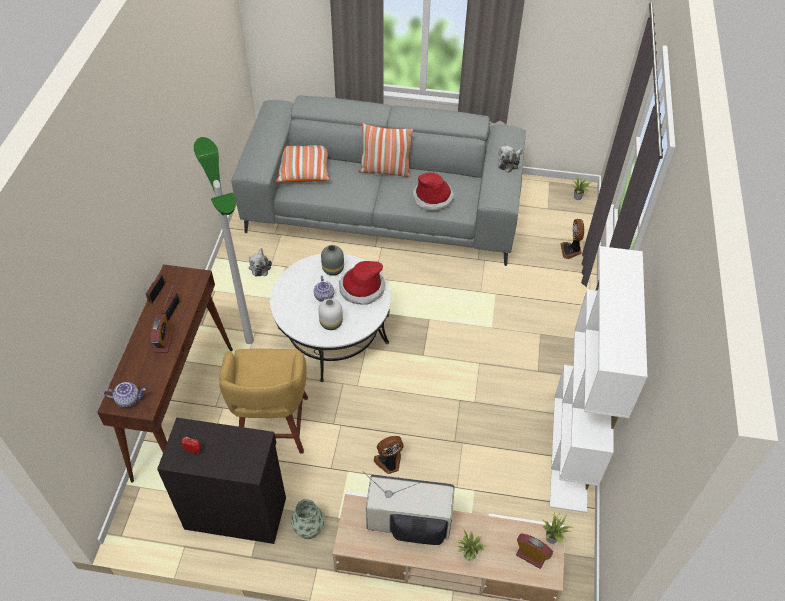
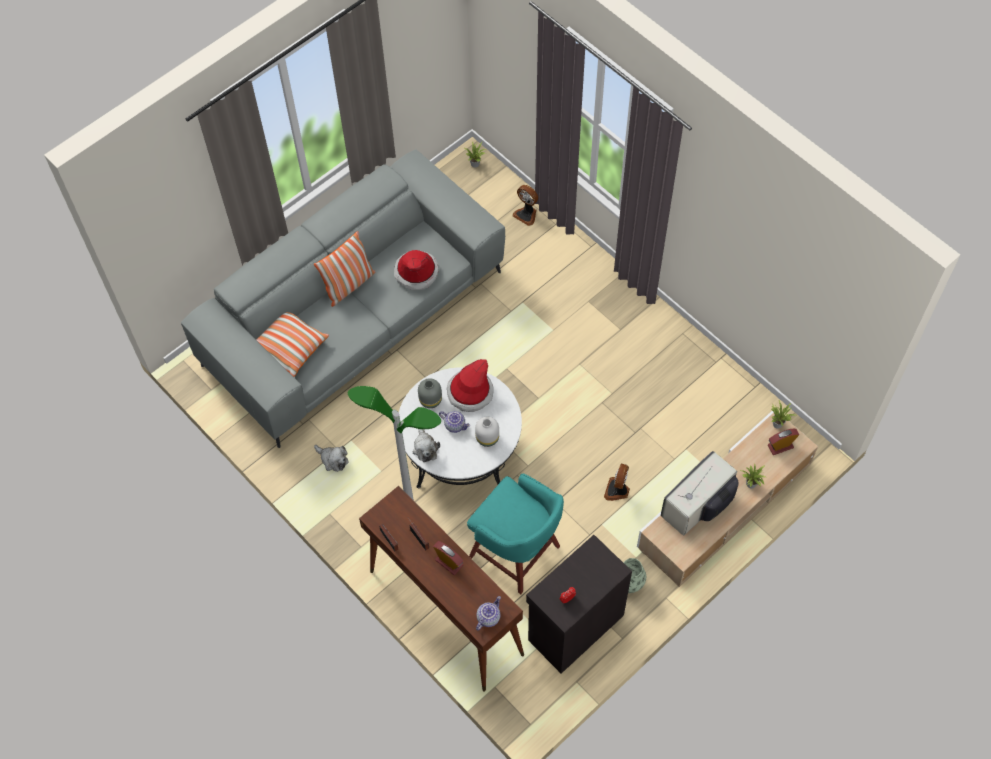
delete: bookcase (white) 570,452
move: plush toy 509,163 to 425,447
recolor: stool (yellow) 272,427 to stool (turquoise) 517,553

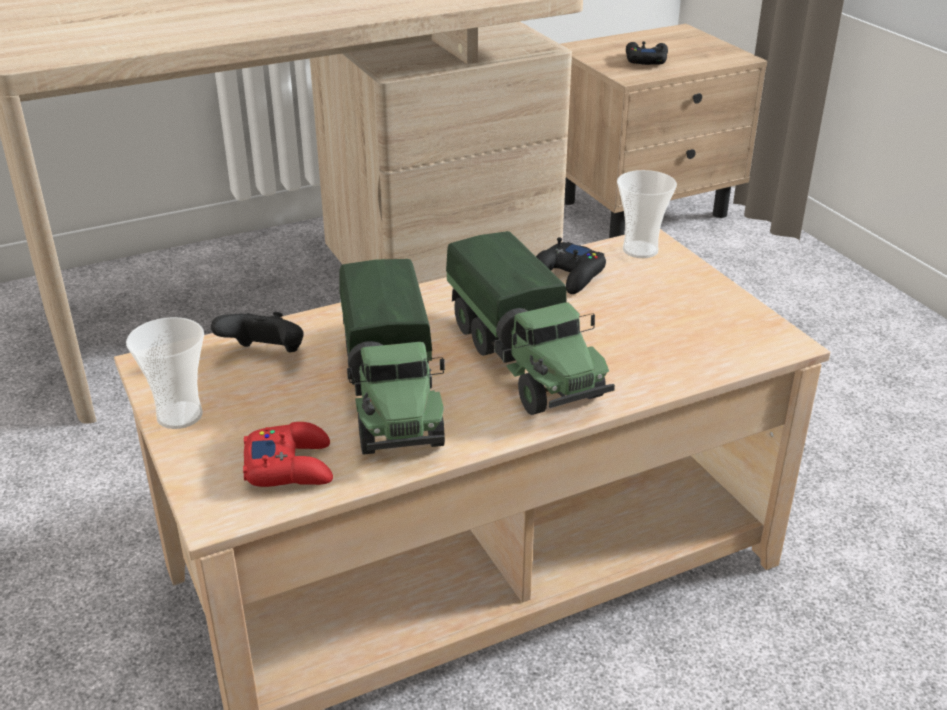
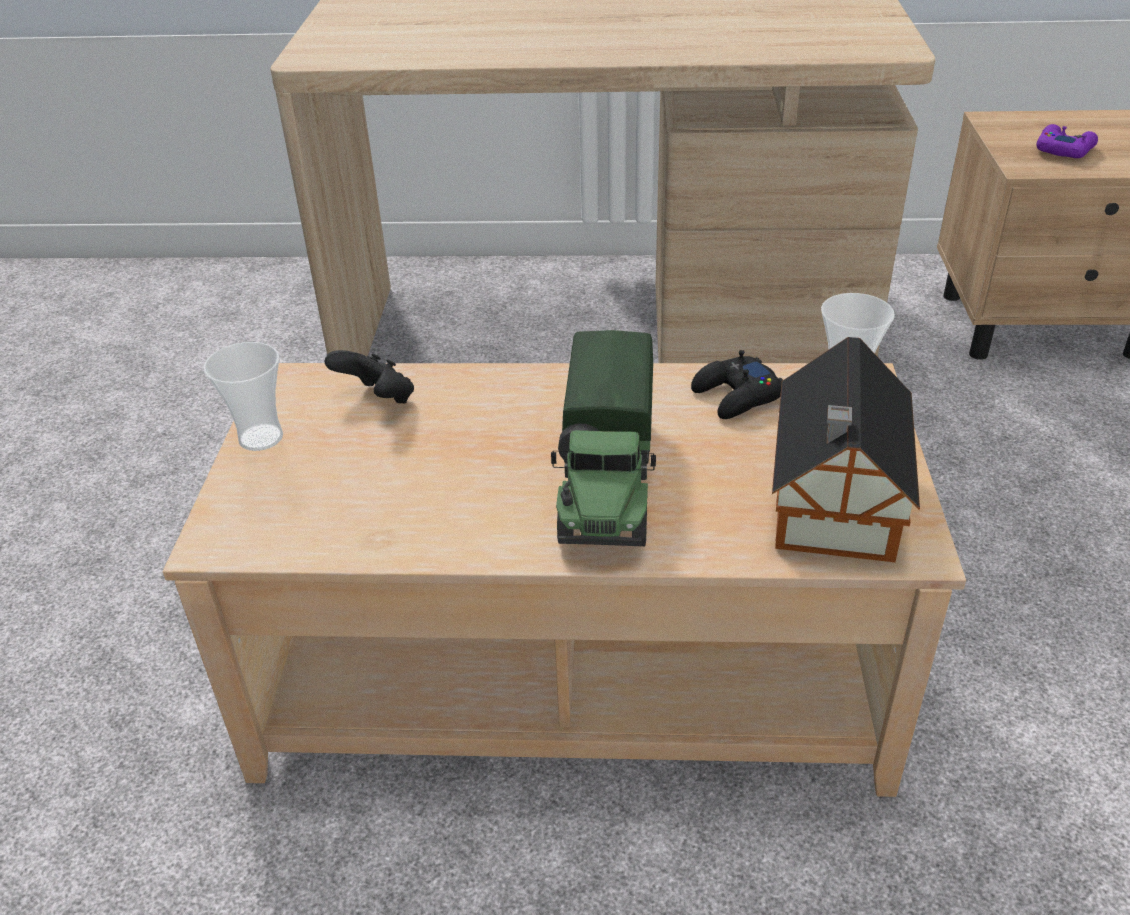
delete: toy truck 392,397; game controller (red) 290,466
insert: toy house 833,503
recolor: game controller (black) 645,60 to game controller (purple) 1063,149

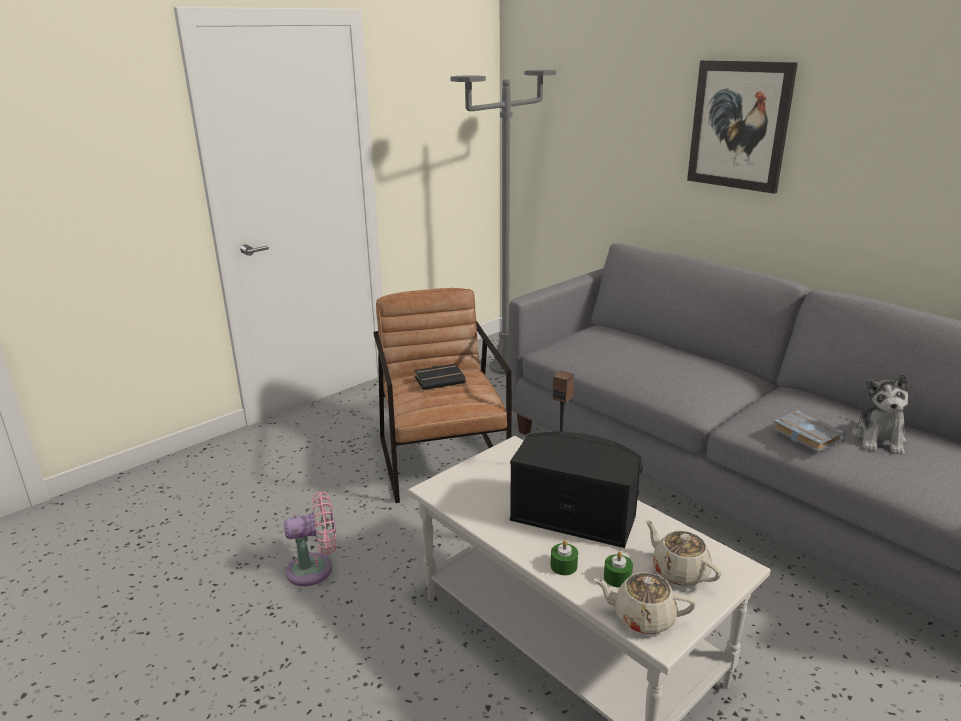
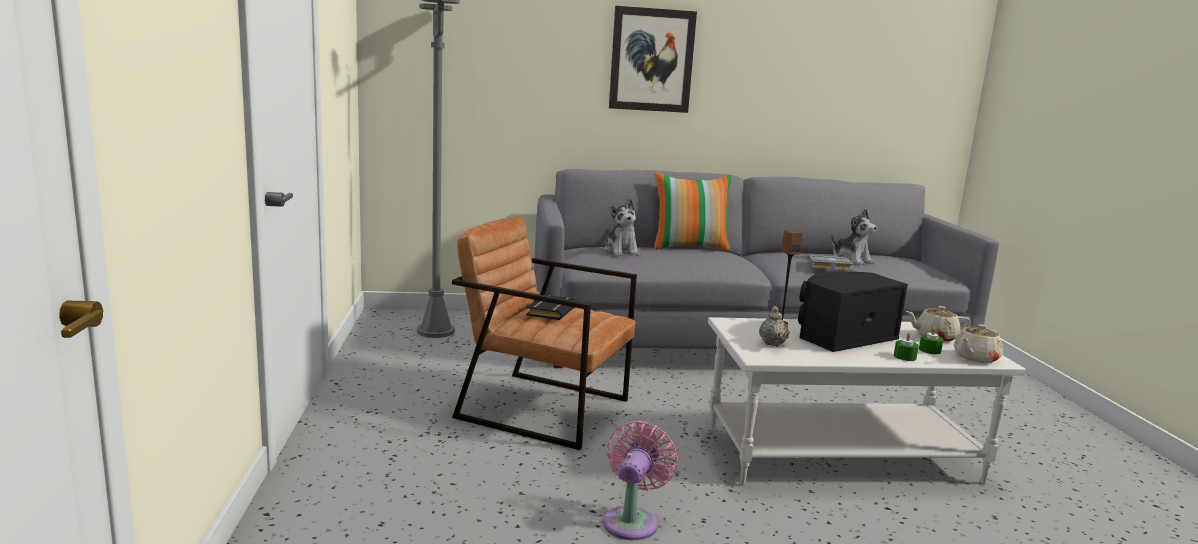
insert: pillow 690,247; plush toy 621,251; teapot (beige) 772,343

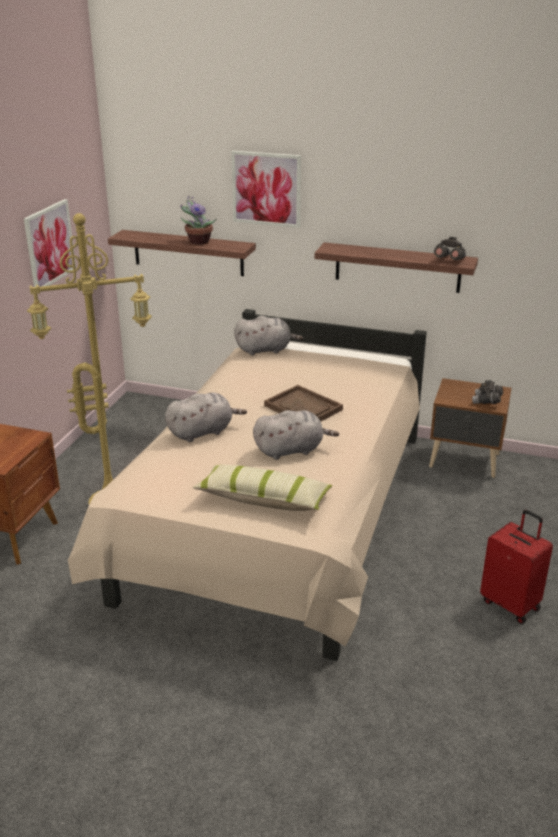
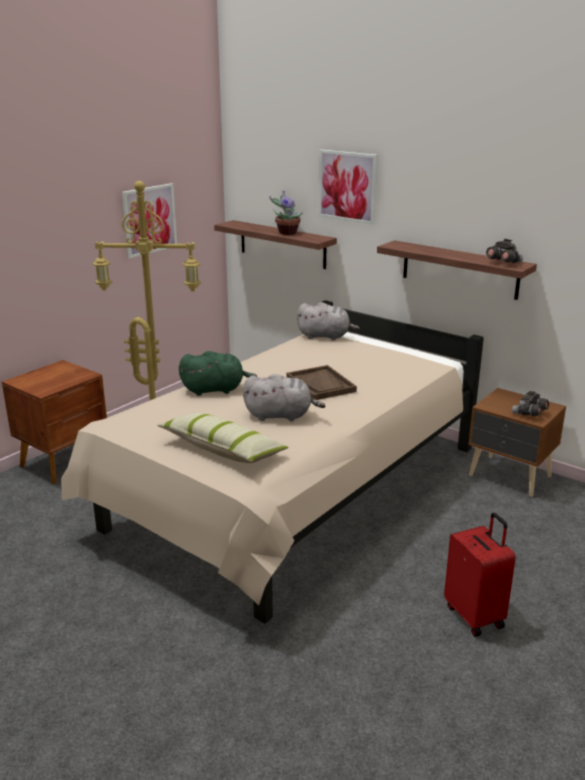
recolor: plush toy (grey) 202,432 to plush toy (green) 215,389

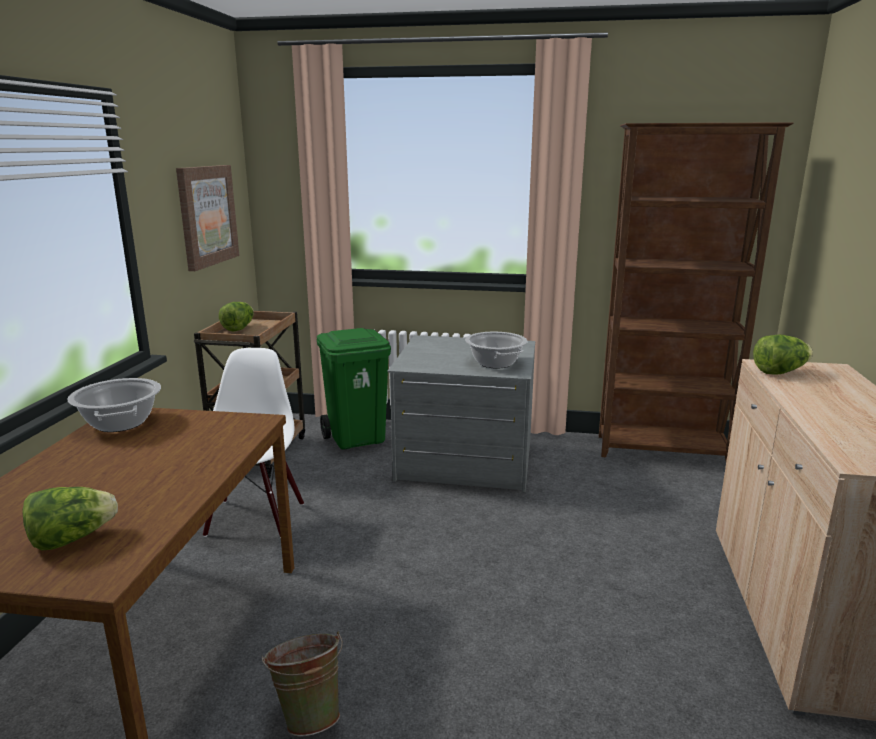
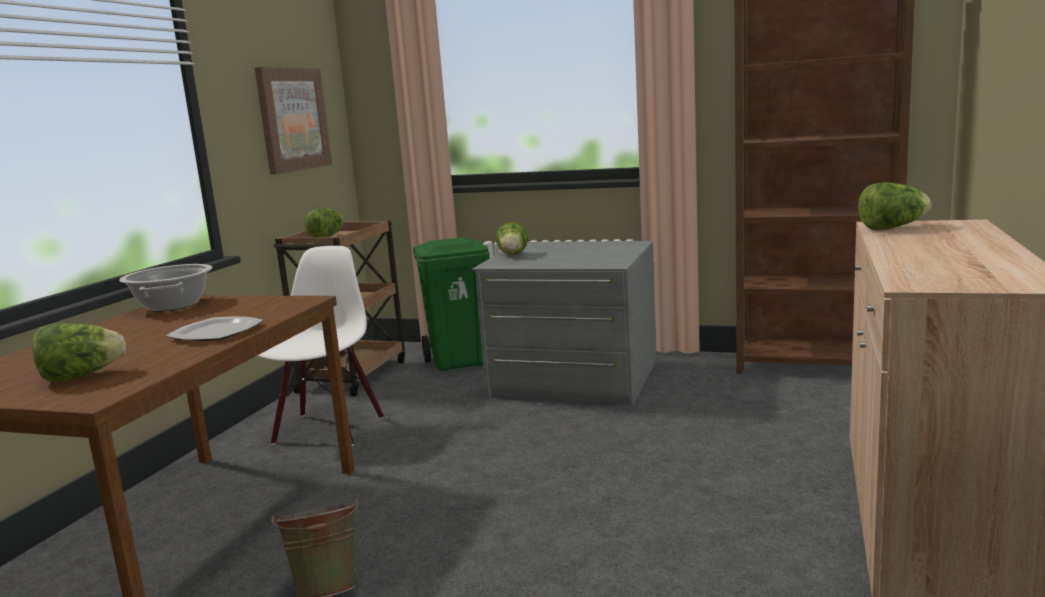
delete: cooking pot 495,363
insert: lettuce 513,255; plate 215,332

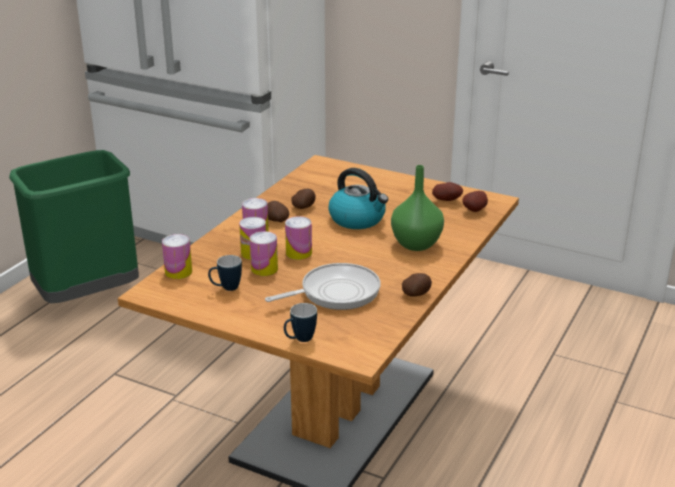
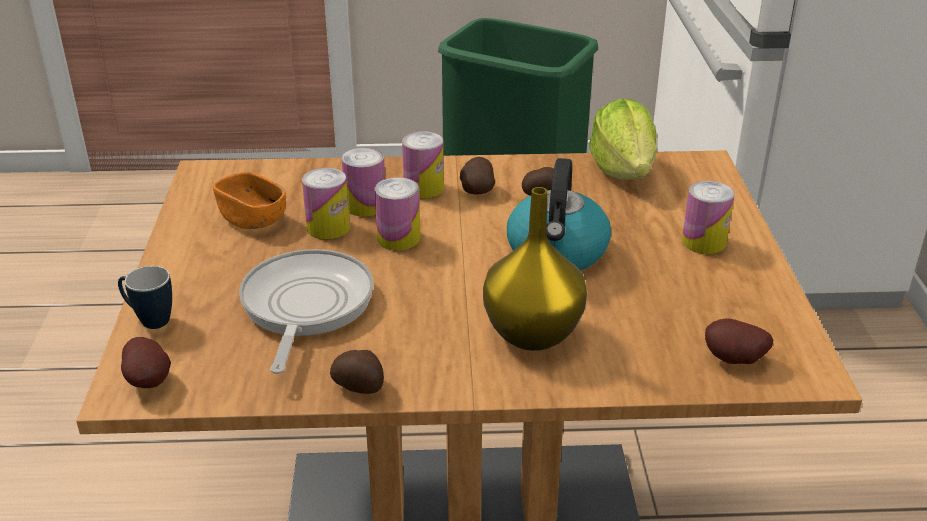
insert: lettuce 623,170
move: potato 447,200 to 150,381; can 178,272 to 703,242
replace: mug 226,288 to bowl (orange) 252,218
recolor: vase (green) 416,245 to vase (yellow) 530,334
rotate: frying pan 335,293 = 305,307 120 degrees counterclockwise

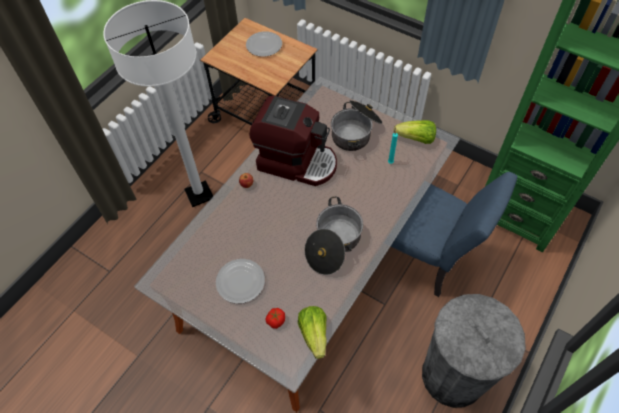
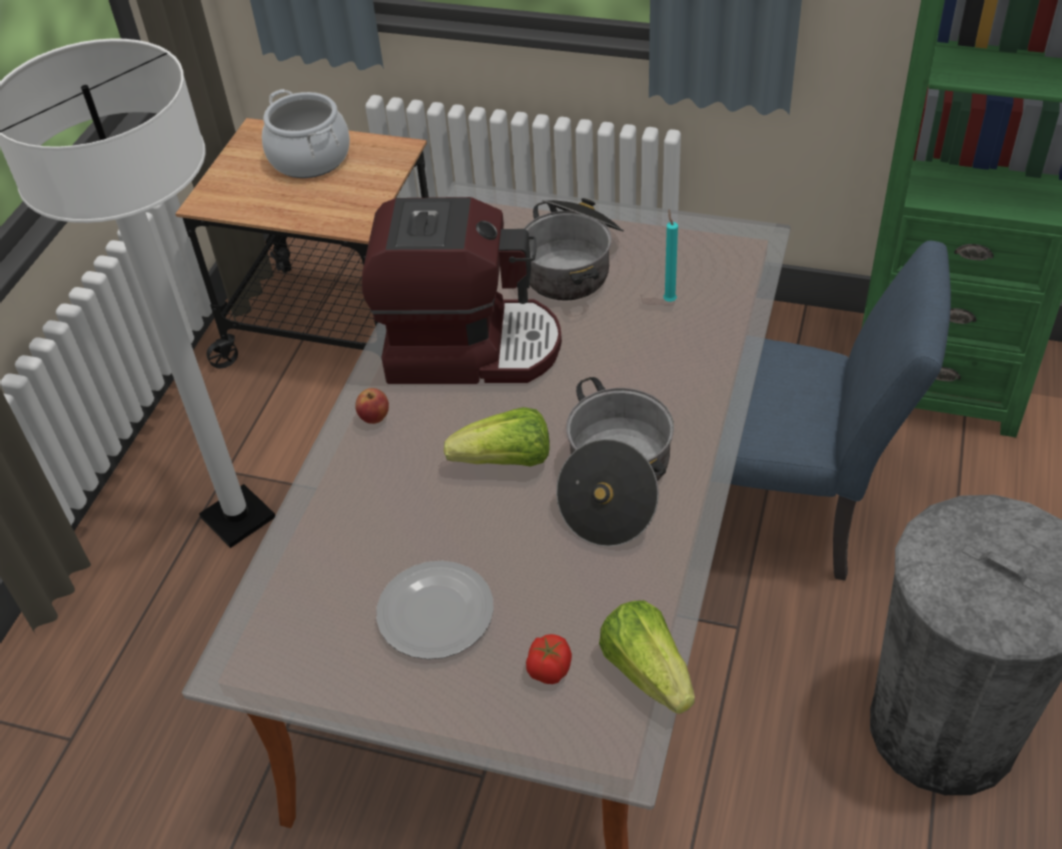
move: lettuce 416,139 to 506,461
replace: plate 264,45 to cooking pot 310,158

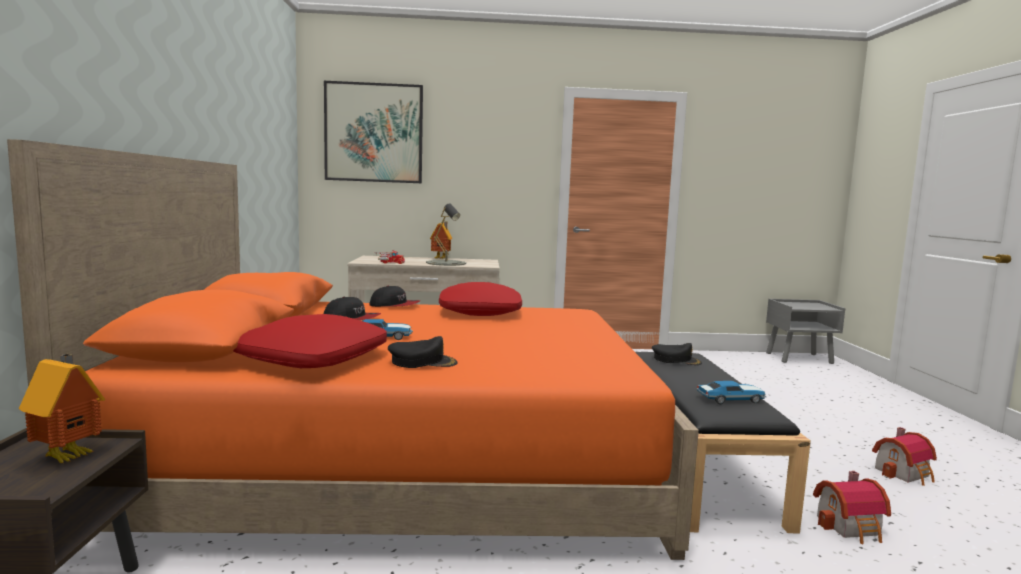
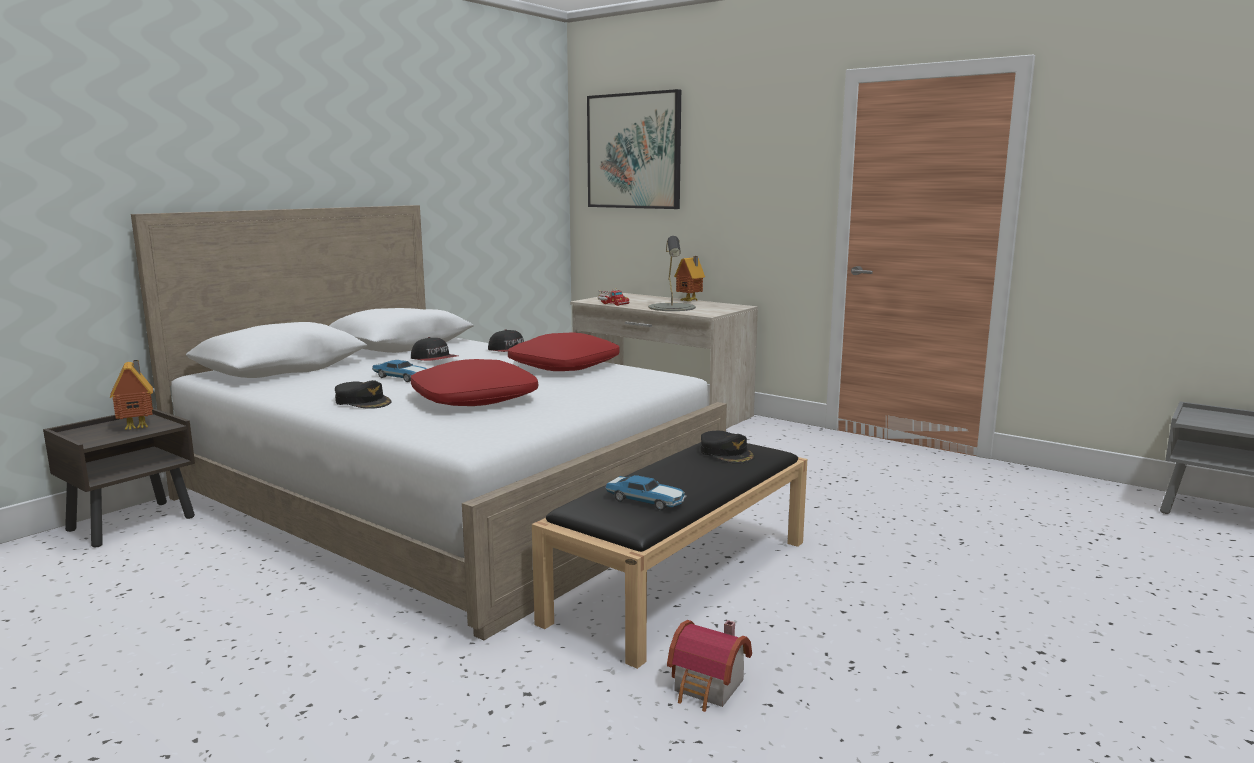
delete: toy house 905,473
move: pillow (red) 313,358 to 474,398
recolor: bed (orange) 403,459 to bed (white) 446,499

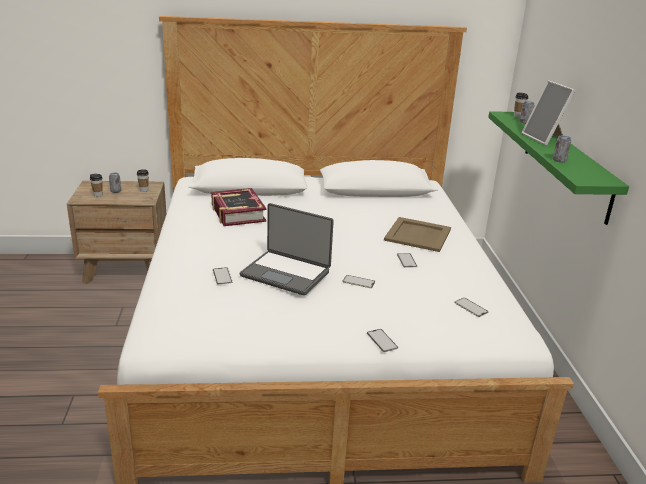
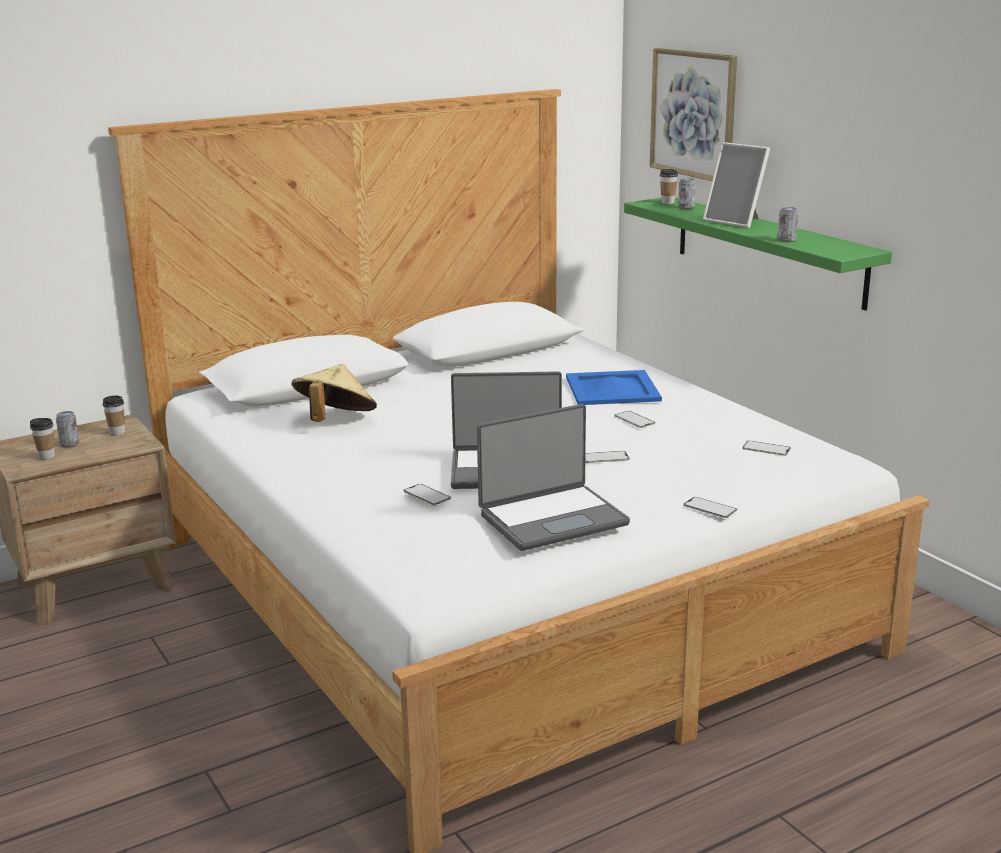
insert: picture 693,114; laptop 552,518
replace: book 237,213 to hat (beige) 335,421
recolor: tray (beige) 418,234 to tray (blue) 613,388

